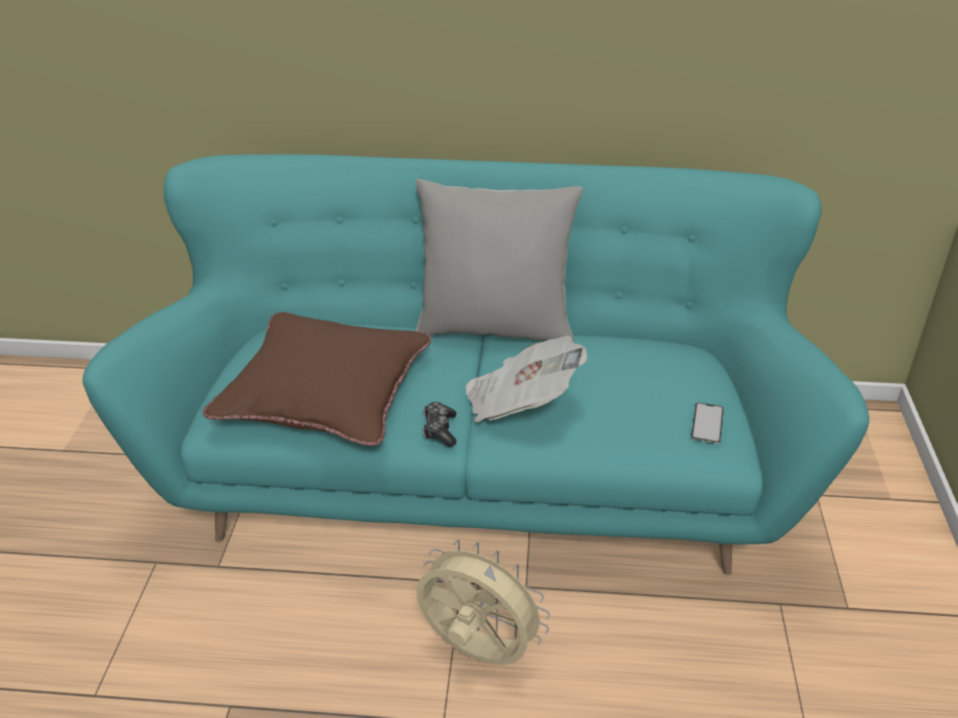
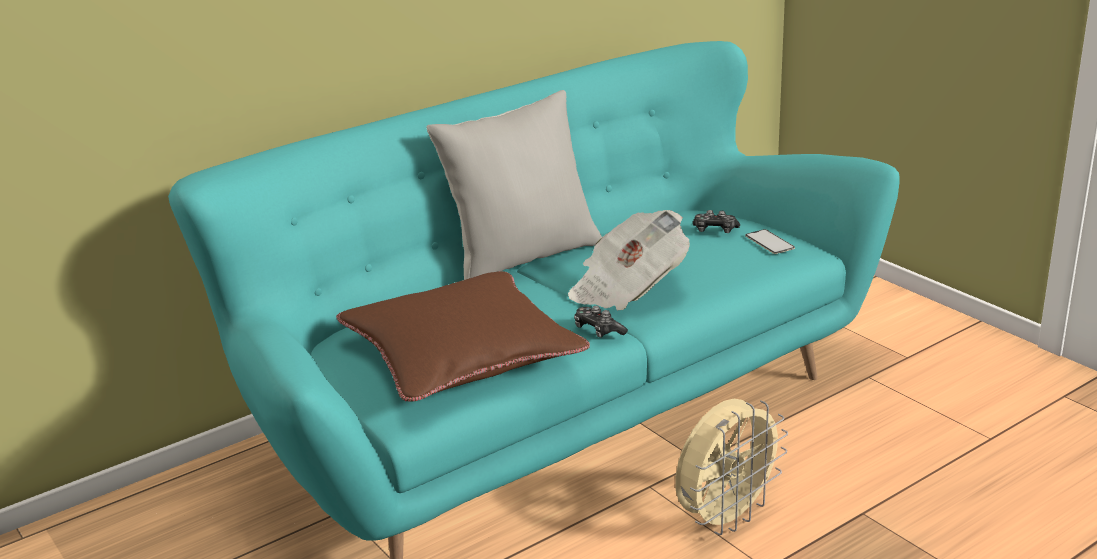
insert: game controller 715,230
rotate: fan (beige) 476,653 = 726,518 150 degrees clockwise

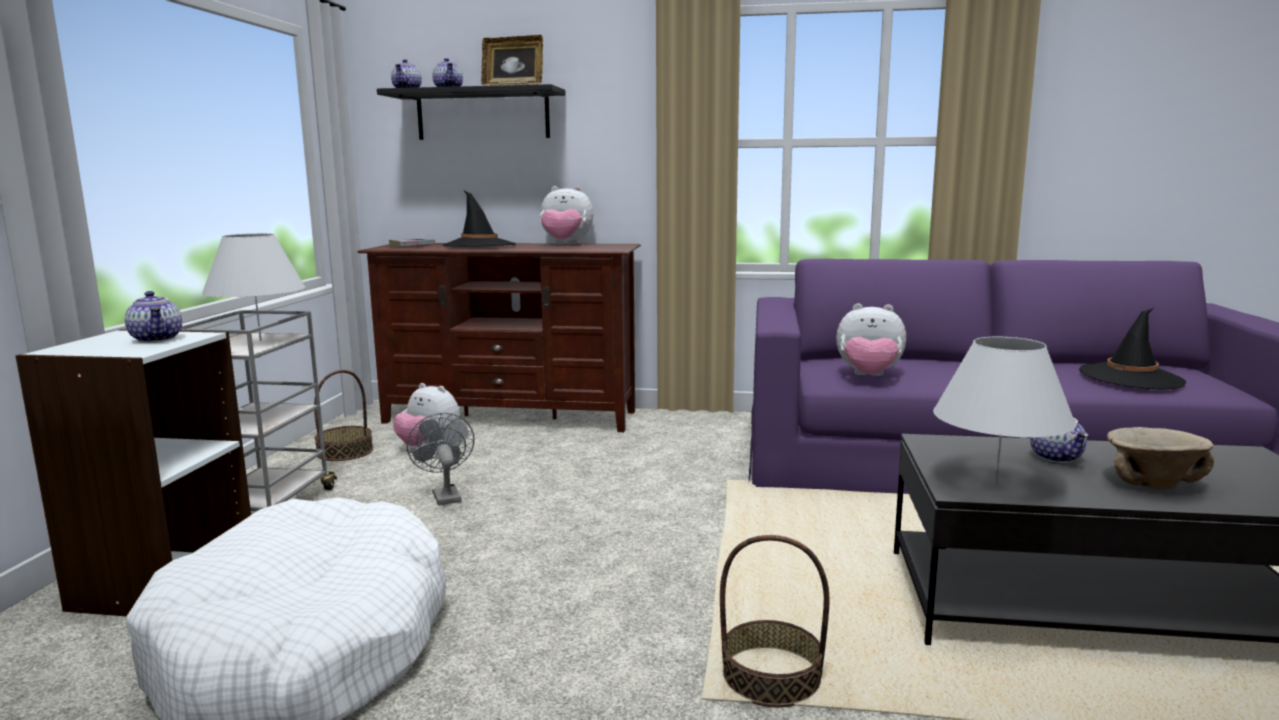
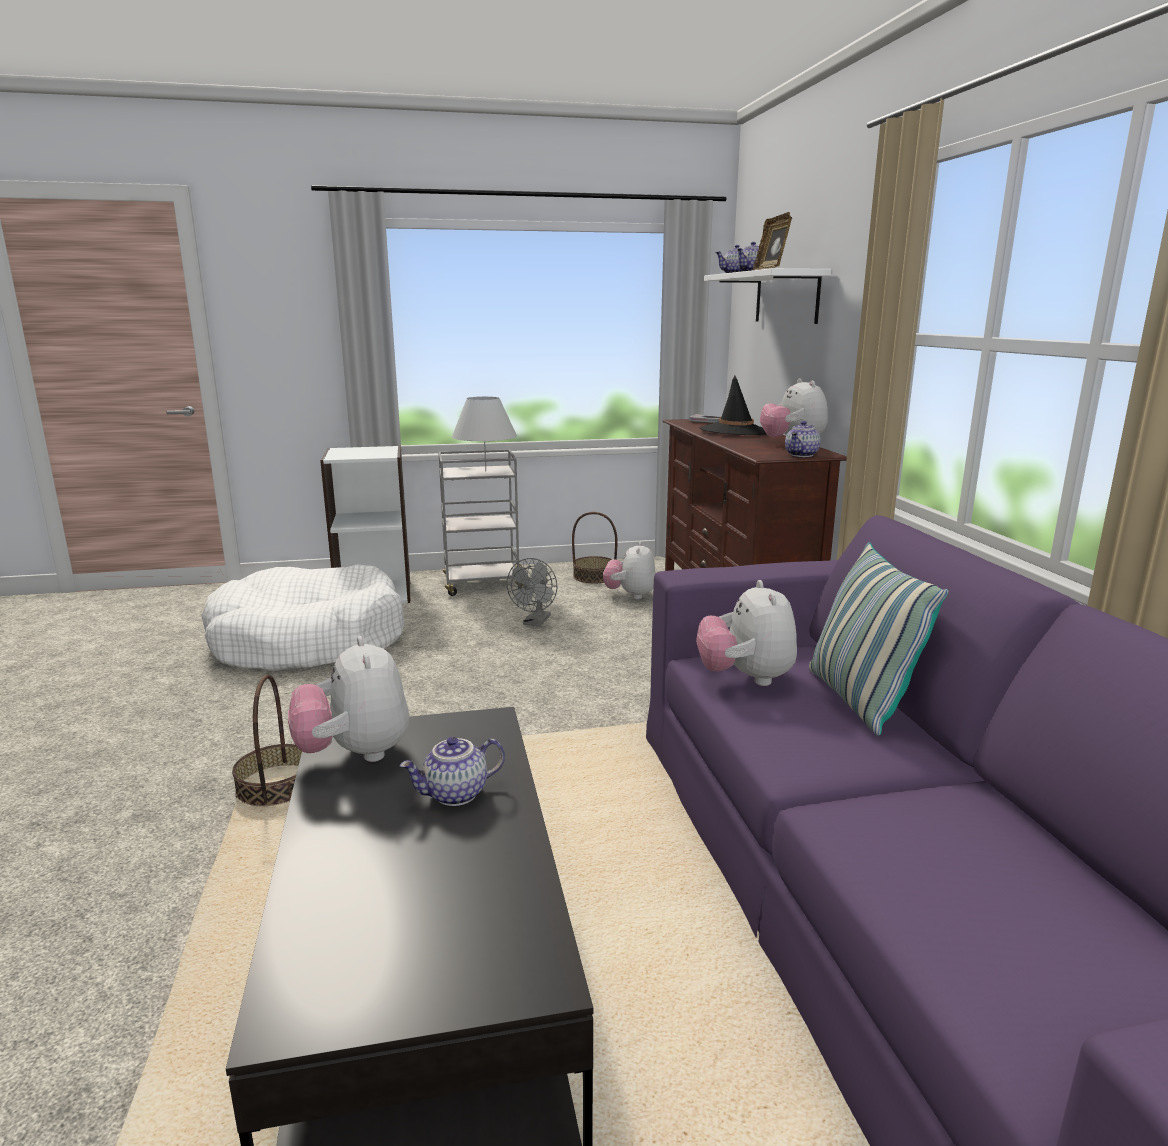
delete: hat (black) 1131,377; bowl (beige) 1152,483
insert: pillow 858,700
move: teapot 158,339 to 802,455
replace: table lamp (white) 996,484 to plush toy 355,754
recolor: shelf (black) 483,115 to shelf (white) 786,297
rotate: fan (grey) 444,495 = 535,622 150 degrees clockwise

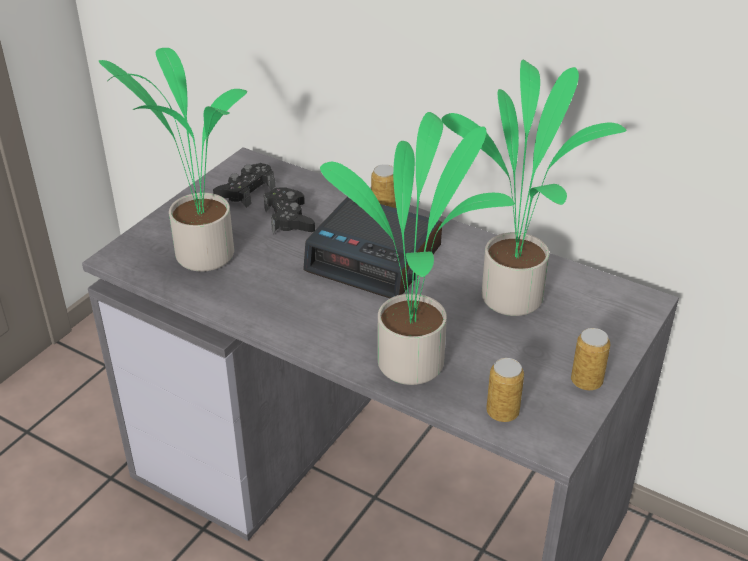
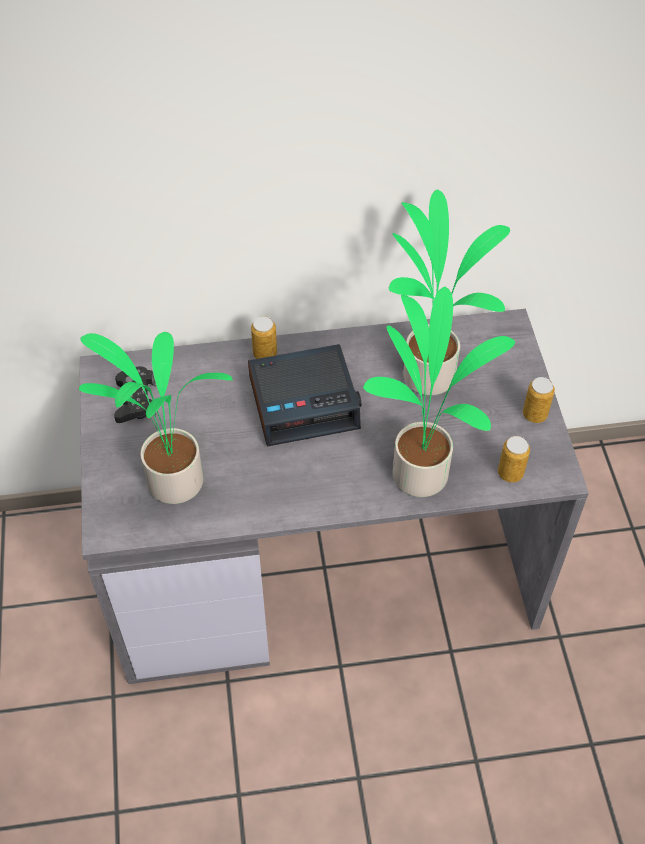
delete: game controller (black) 289,219

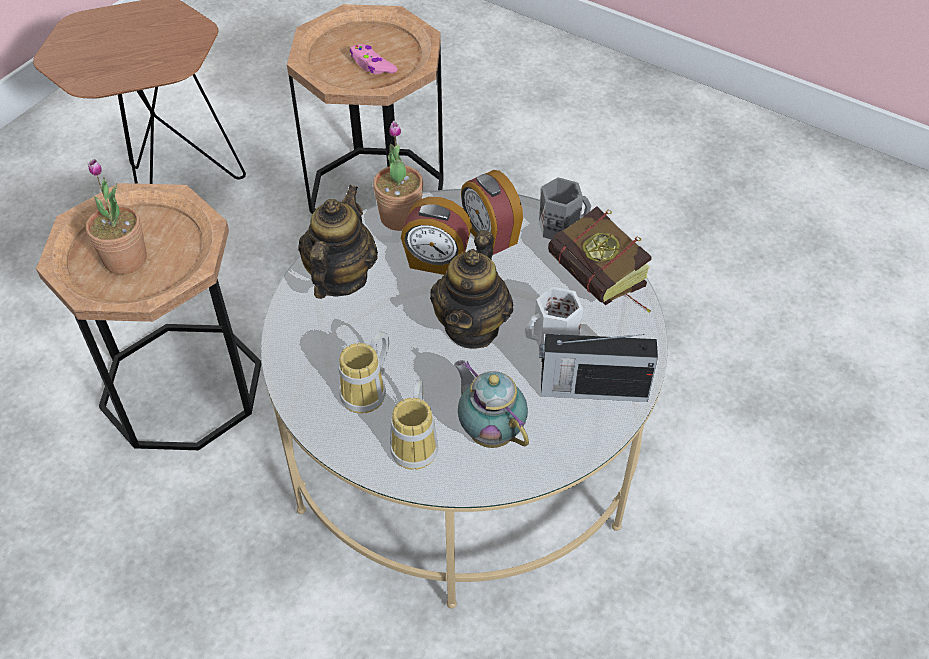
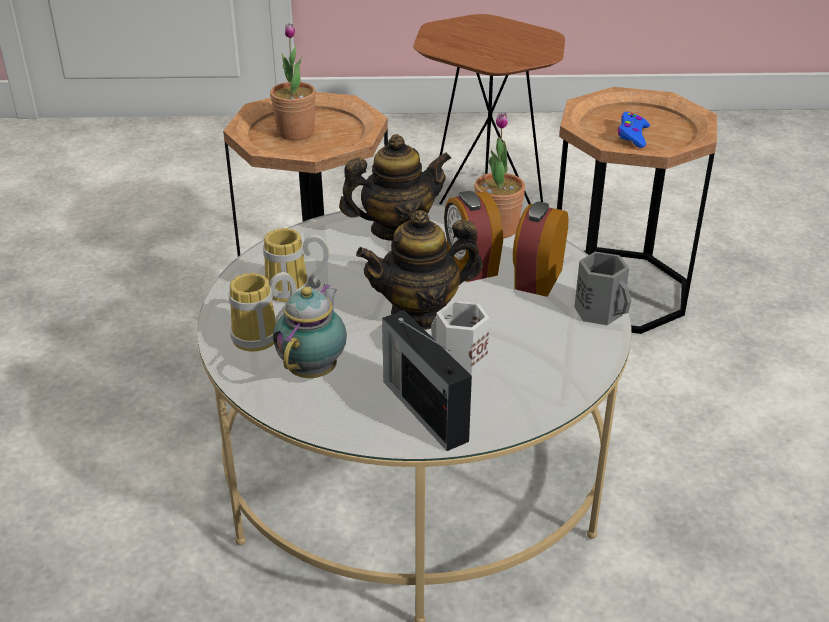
delete: book 603,285
recolor: game controller (pink) 372,65 to game controller (blue) 632,136

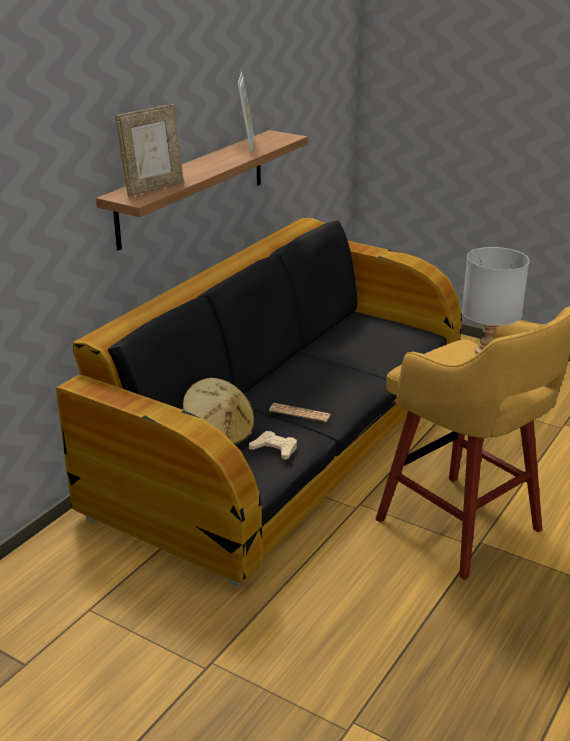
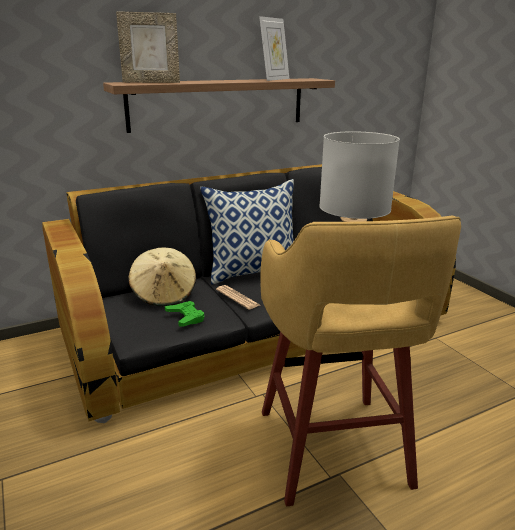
insert: pillow 253,271
recolor: game controller (beige) 274,449 to game controller (green) 185,317

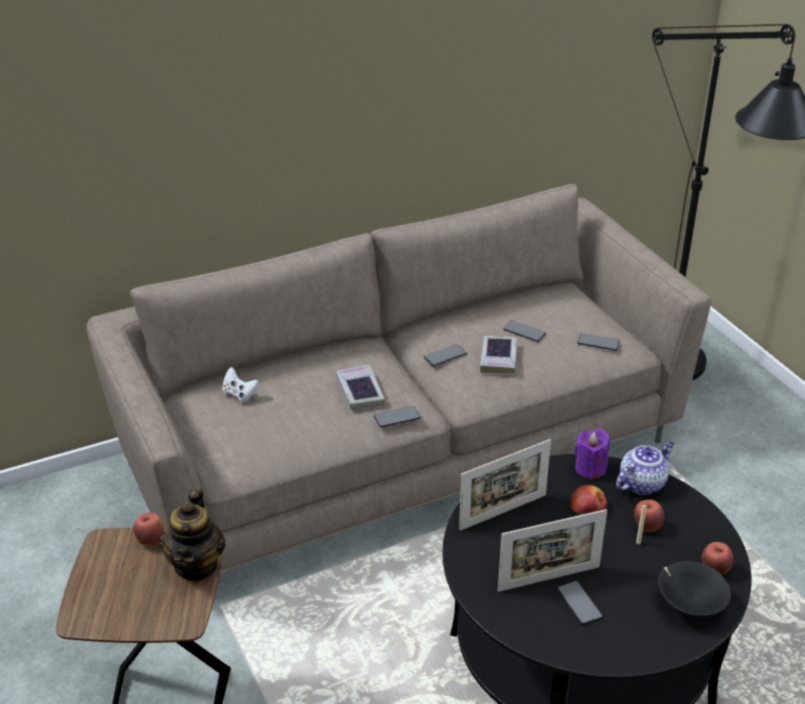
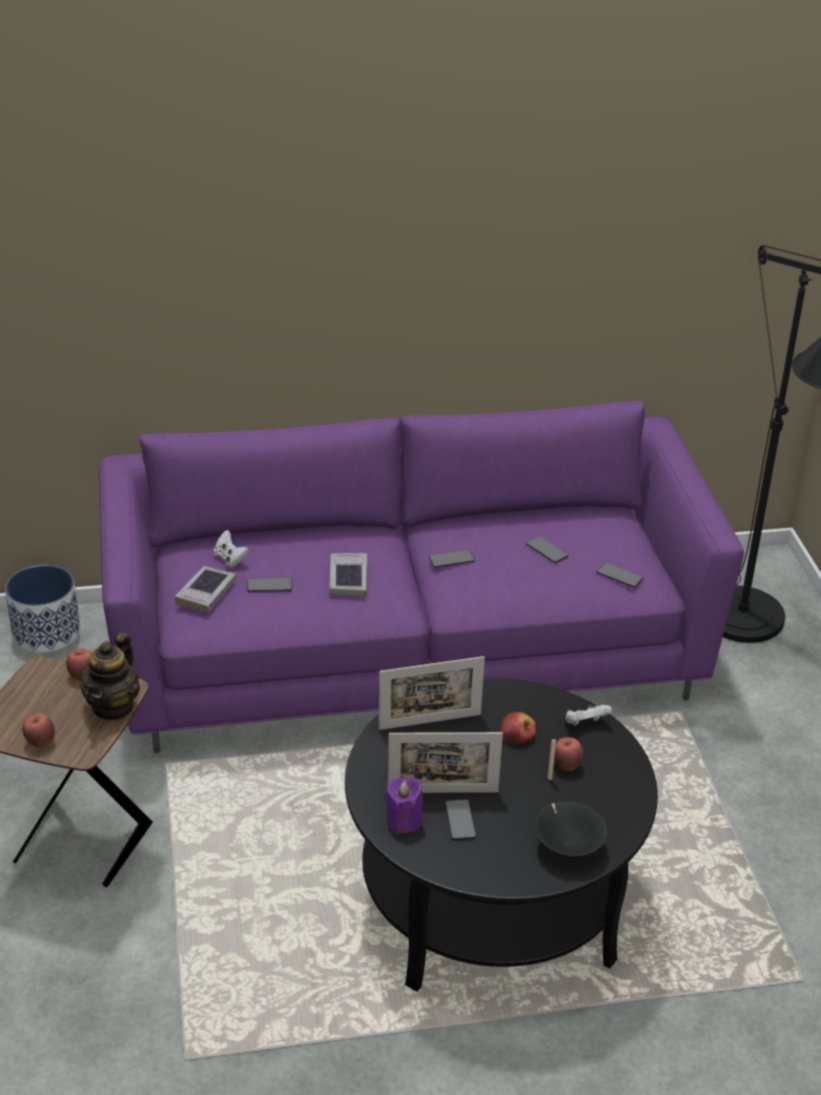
insert: planter 47,632
move: book 498,358 to 206,593; phone 397,417 to 269,586; candle (purple) 590,468 to 403,821; apple 715,570 to 40,742
replace: teapot 642,483 to game controller (white) 585,724
recolor: sofa (beige) 402,452 to sofa (purple) 407,654

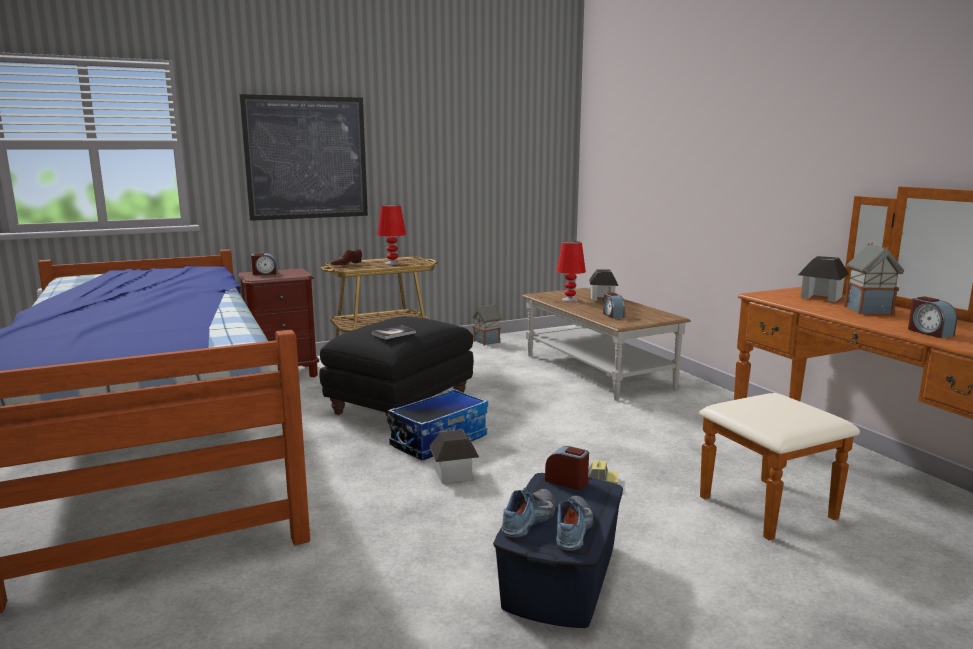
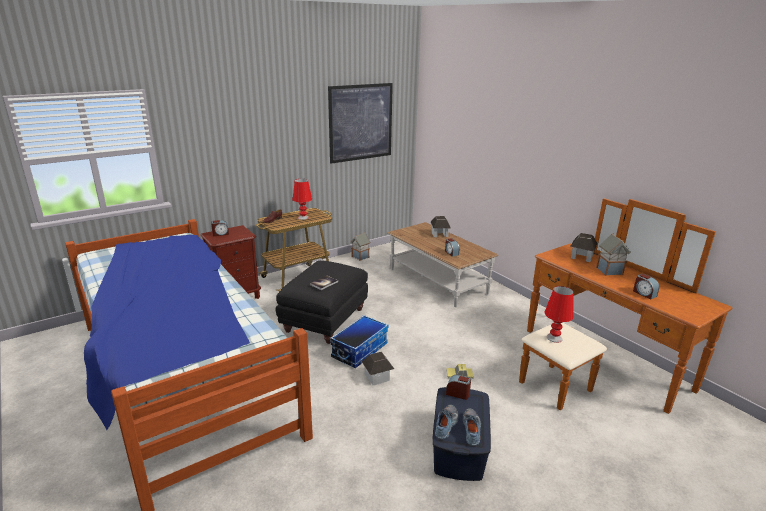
move: picture 306,158 to 360,122; table lamp (red) 569,300 to 554,338

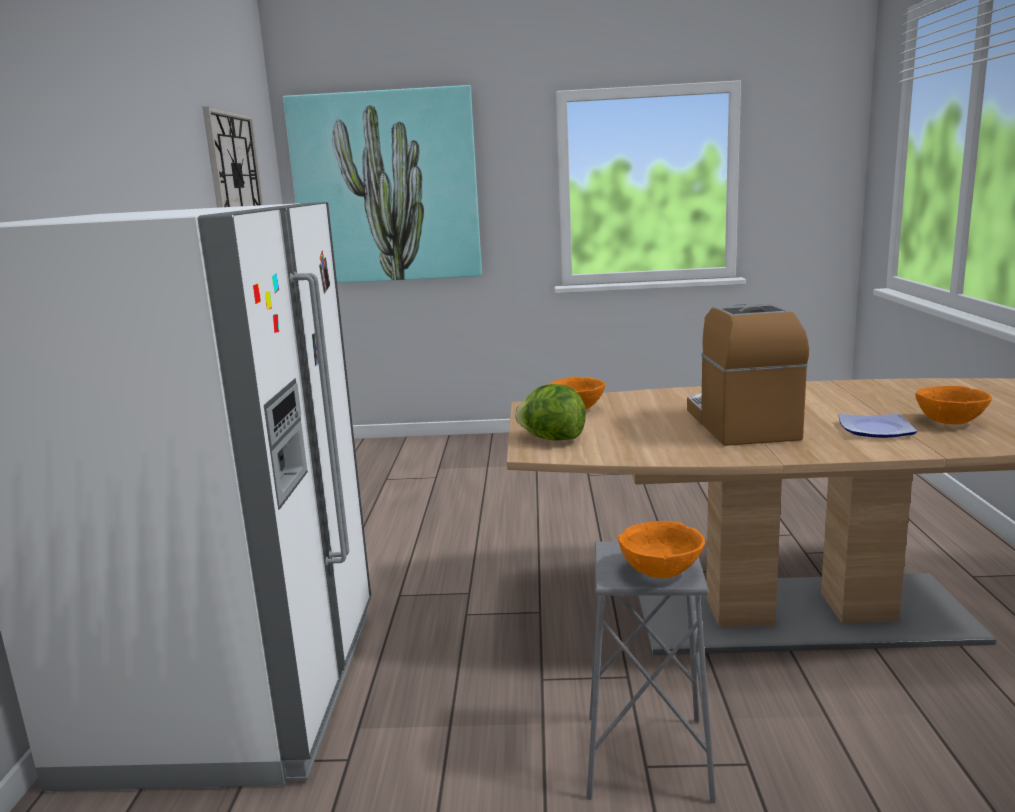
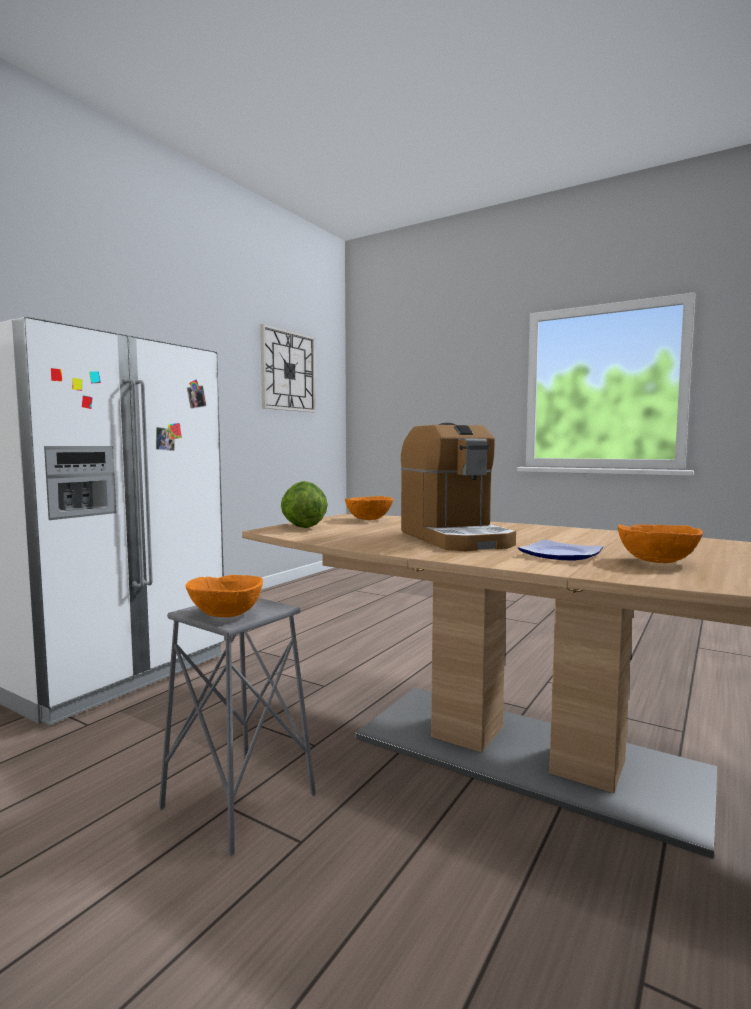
delete: picture 386,188
rotate: coffee machine 740,424 = 454,538 135 degrees clockwise

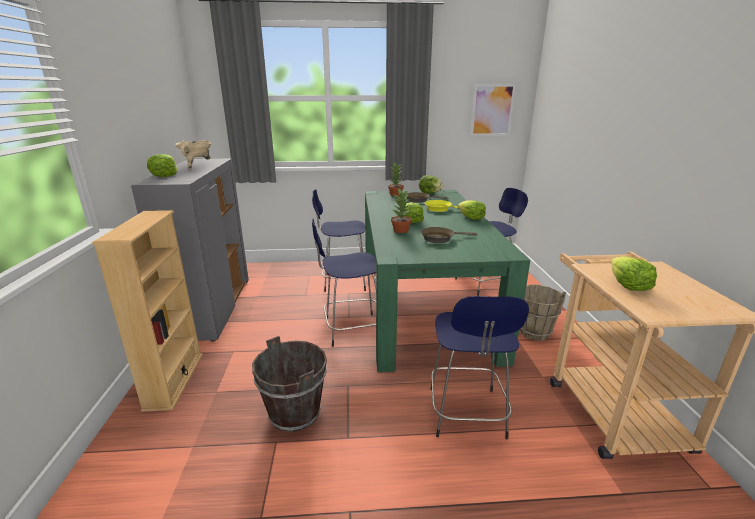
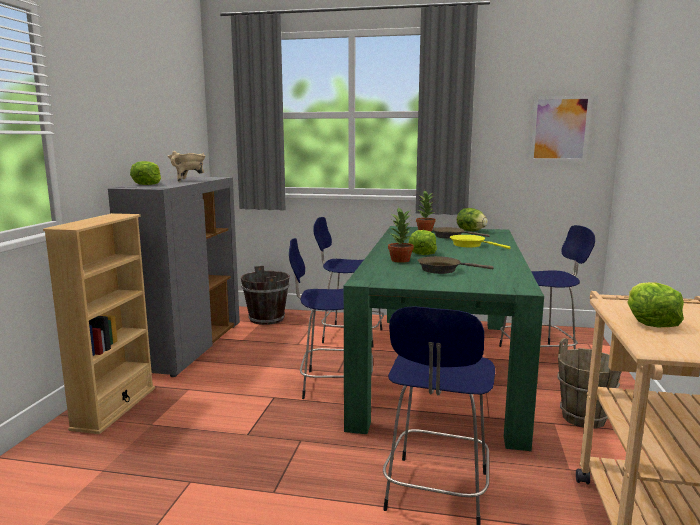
delete: lettuce 470,218
move: bucket (brown) 295,413 to 267,319

